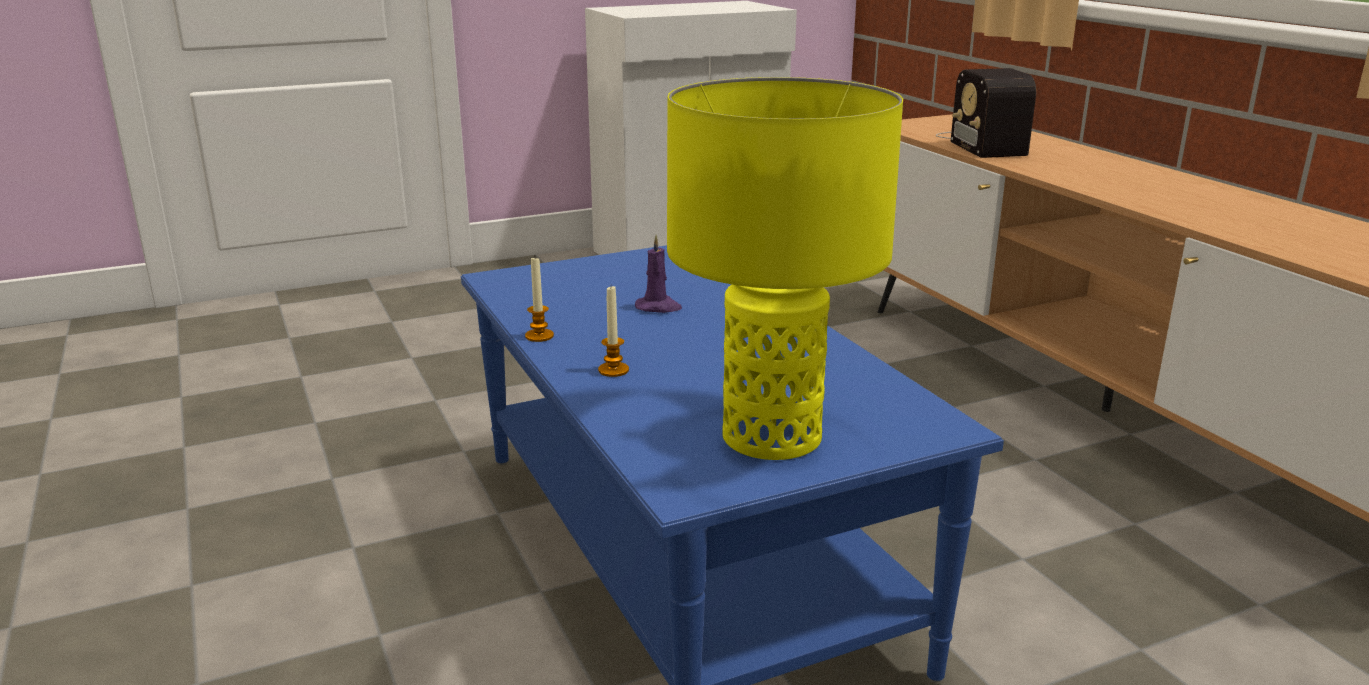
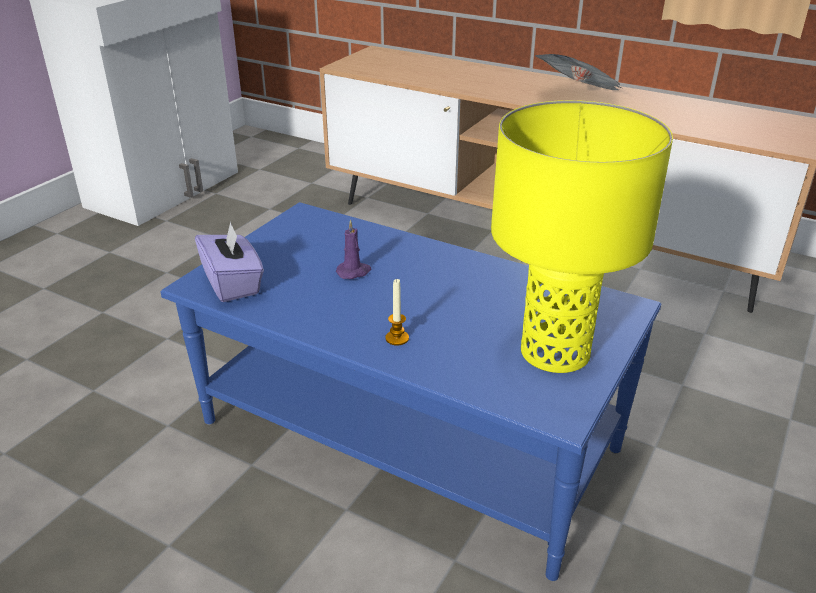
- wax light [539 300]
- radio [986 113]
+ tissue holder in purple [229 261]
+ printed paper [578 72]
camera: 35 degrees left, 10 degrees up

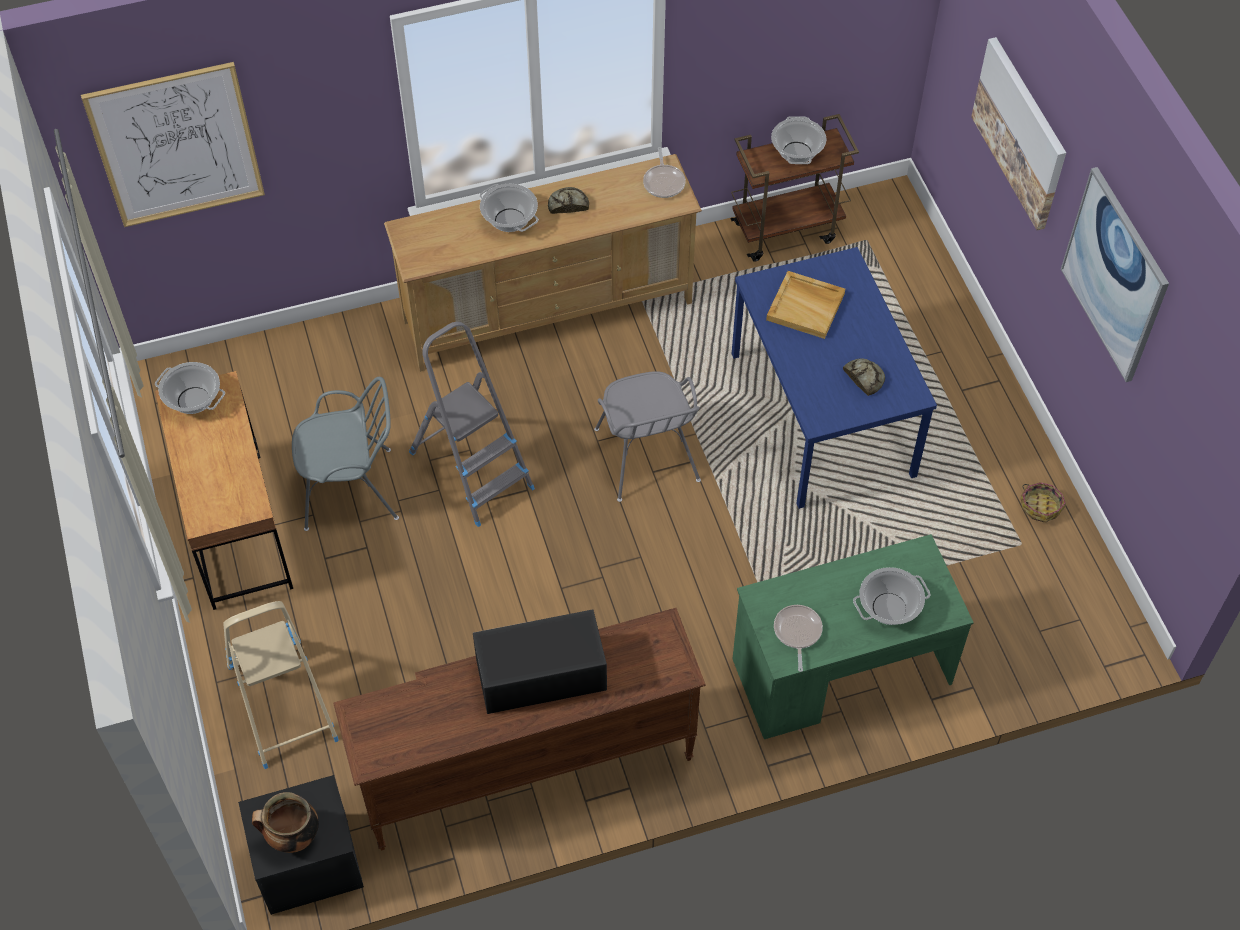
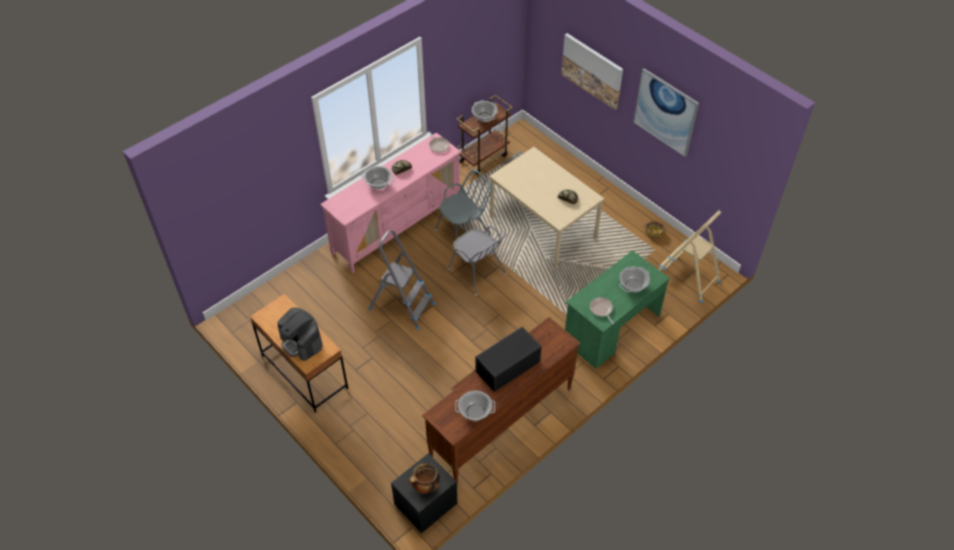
- wall picture [173 144]
- carrying tray in sand-coloured [805 305]
+ coffee maker [300 334]
~ stockpot [190 388] to [475 405]
~ stepladder in sand-coloured [281 685] to [689 256]
~ plain chair in greyish [345 454] to [463 212]
~ chest of drawers in brown-coloured [543 263] to chest of drawers in pinkish [391 203]
~ dining table in bluish [834 378] to dining table in sand-coloured [546 208]
camera: 25 degrees left, 5 degrees down

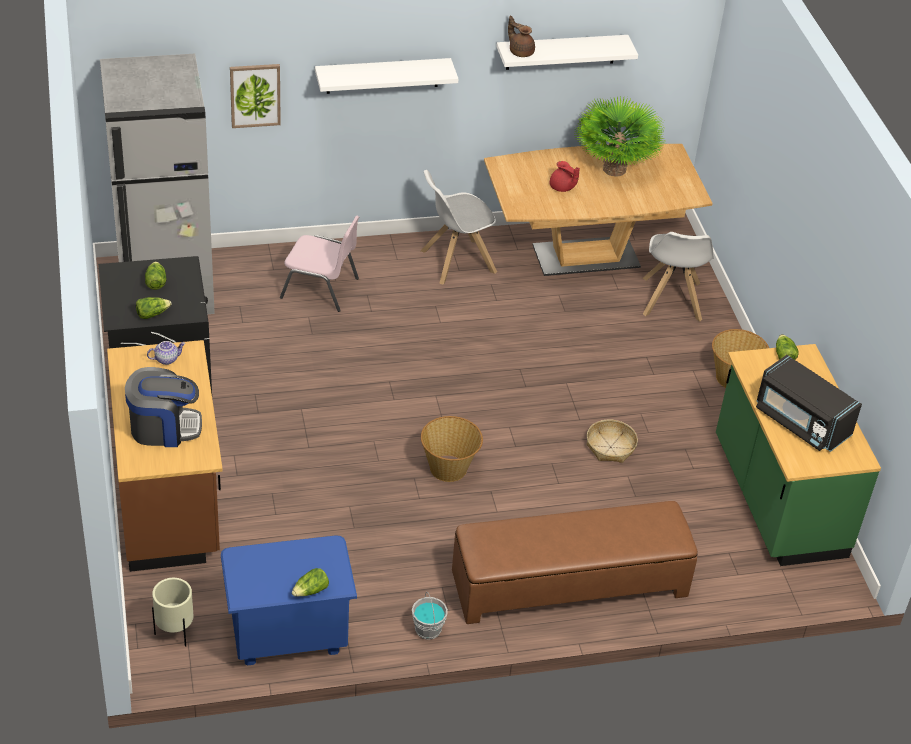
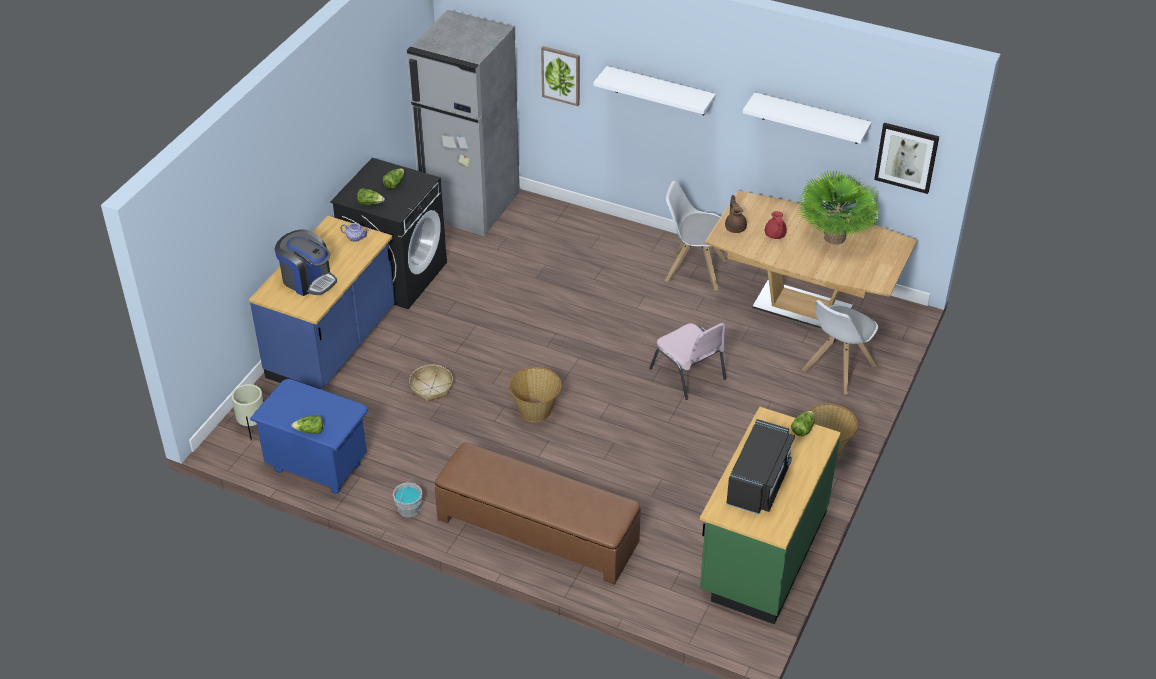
+ wall picture [906 158]
~ plain chair in pinkish [319 263] to [687 361]
~ pot for tea in brown-coloured [521 36] to [736 214]
~ basket [612 441] to [431 383]
~ kitchen counter in brown-coloured [165 456] to kitchen counter in bluish [322 302]
~ microwave oven in black-coloured [809 403] = [760 466] 150 degrees counterclockwise
camera: 40 degrees right, 0 degrees up

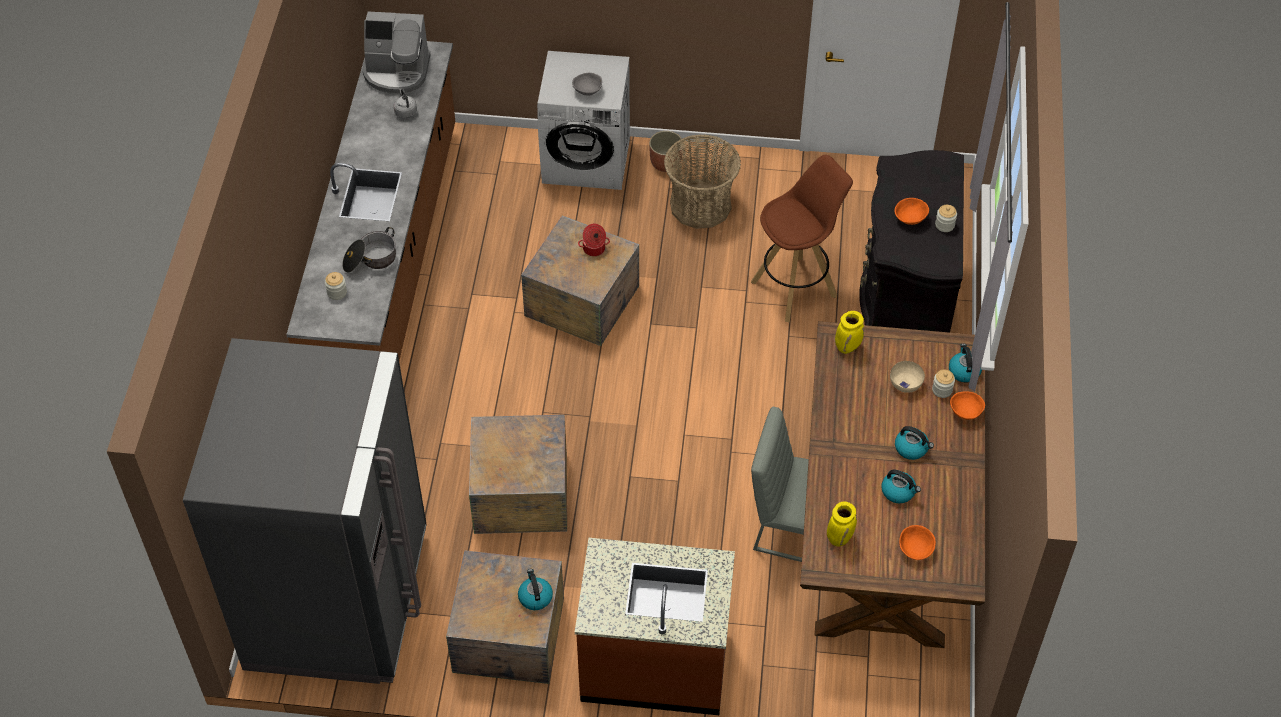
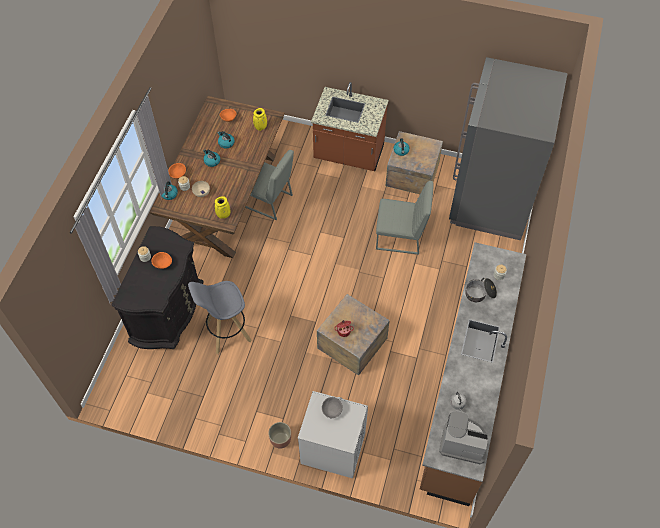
- basket [702 181]
~ crate [518 474] to plain chair in greyish [405 218]
~ stool seat in brown-coloured [802 238] to stool seat in greyish [219 317]
camera: 170 degrees left, 5 degrees up

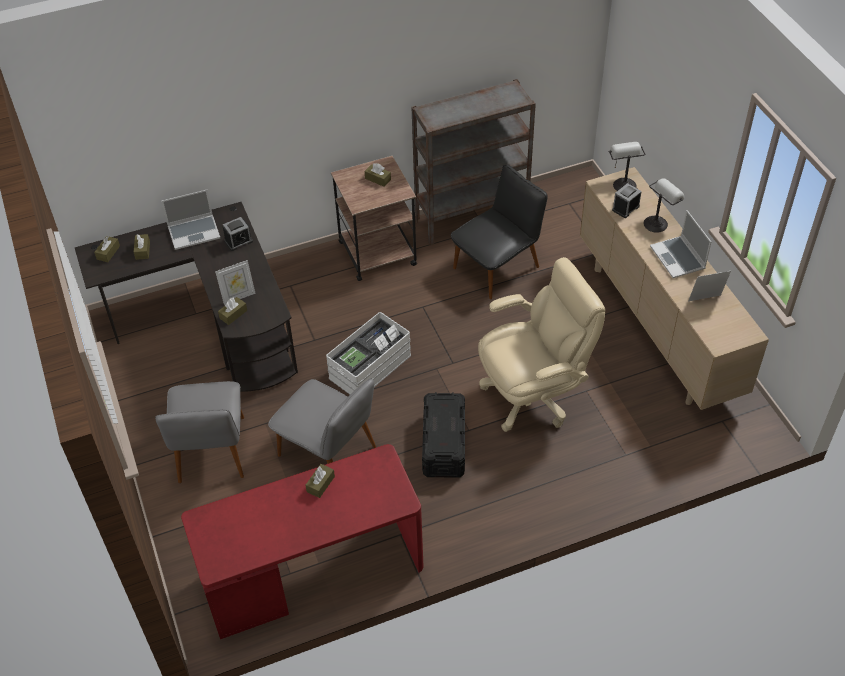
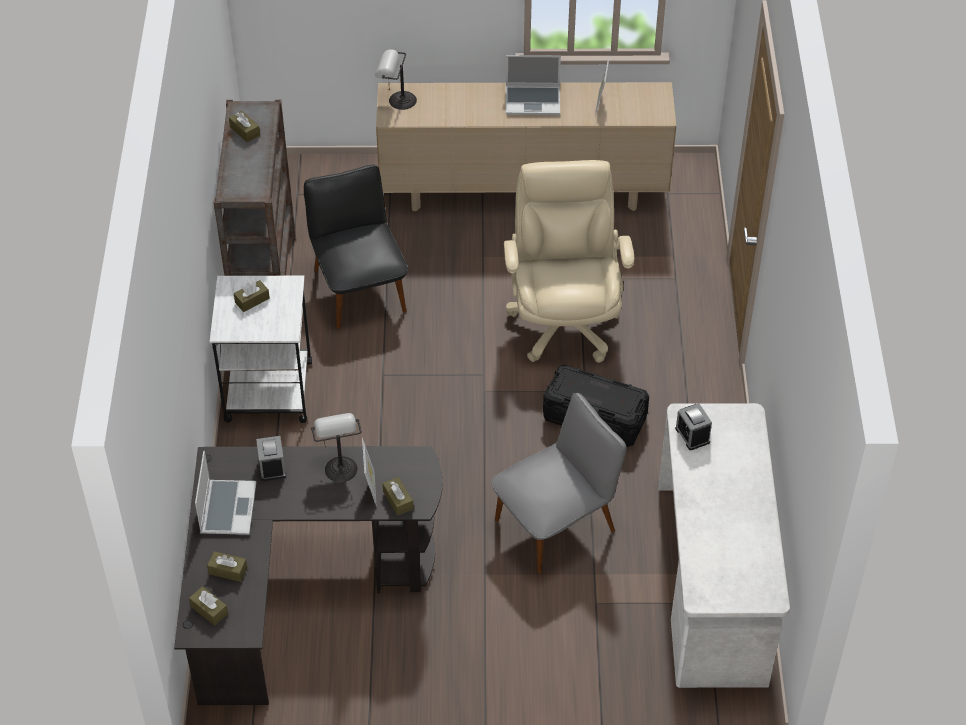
- plain chair in greyish [199 432]
- storage box in white [368 353]
~ tissue holder in brown-coloured [320 481] to [244 127]
~ bedside clock [627 200] to [693 426]
~ table lamp [664 205] to [336 447]
~ desk table in red-coloured [302 541] to desk table in white [724 545]
~ wheeled cart in brown-coloured [374 218] to wheeled cart in white [260 349]
camera: 70 degrees left, 0 degrees up

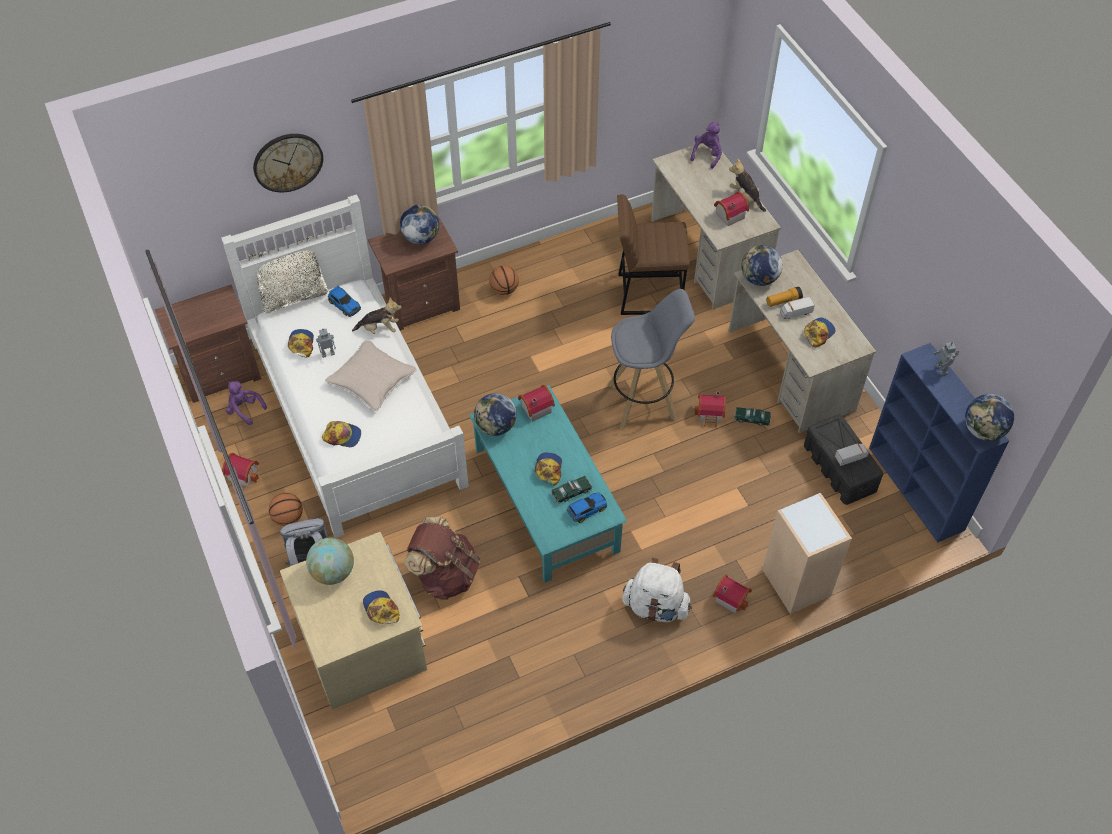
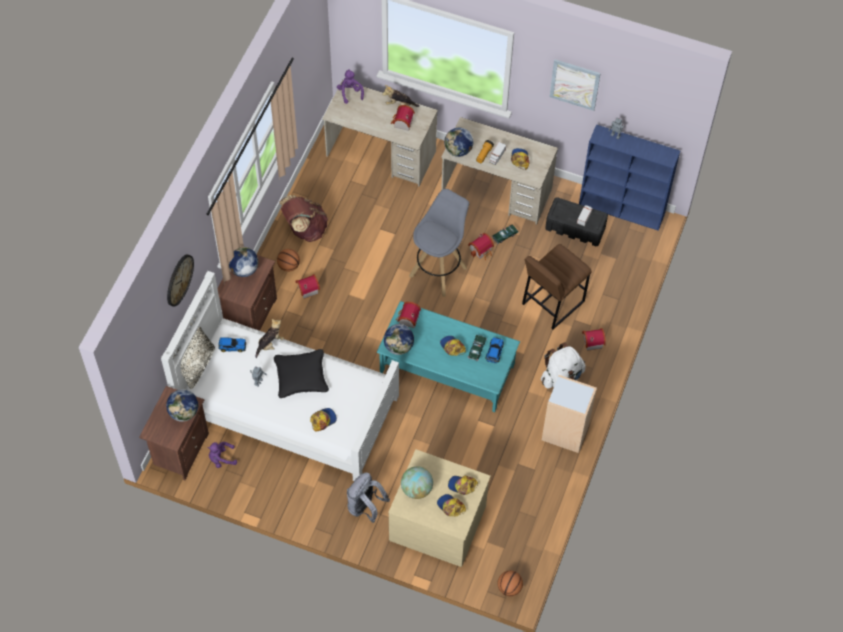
+ wall picture [575 85]
~ miniature house [240 470] to [308 286]
~ basketball [286 509] to [510 583]
~ cap [301 343] to [451 505]
~ rucksack in brown-coloured [442 558] to [303 218]
~ plain chair in brown-coloured [653 254] to [557 286]
~ bookshelf [807 553] to [569 414]
~ desk globe [989 417] to [182 405]
~ throw pillow in sand-coloured [371 375] to throw pillow in black-coloured [301 373]
camera: 45 degrees left, 5 degrees up

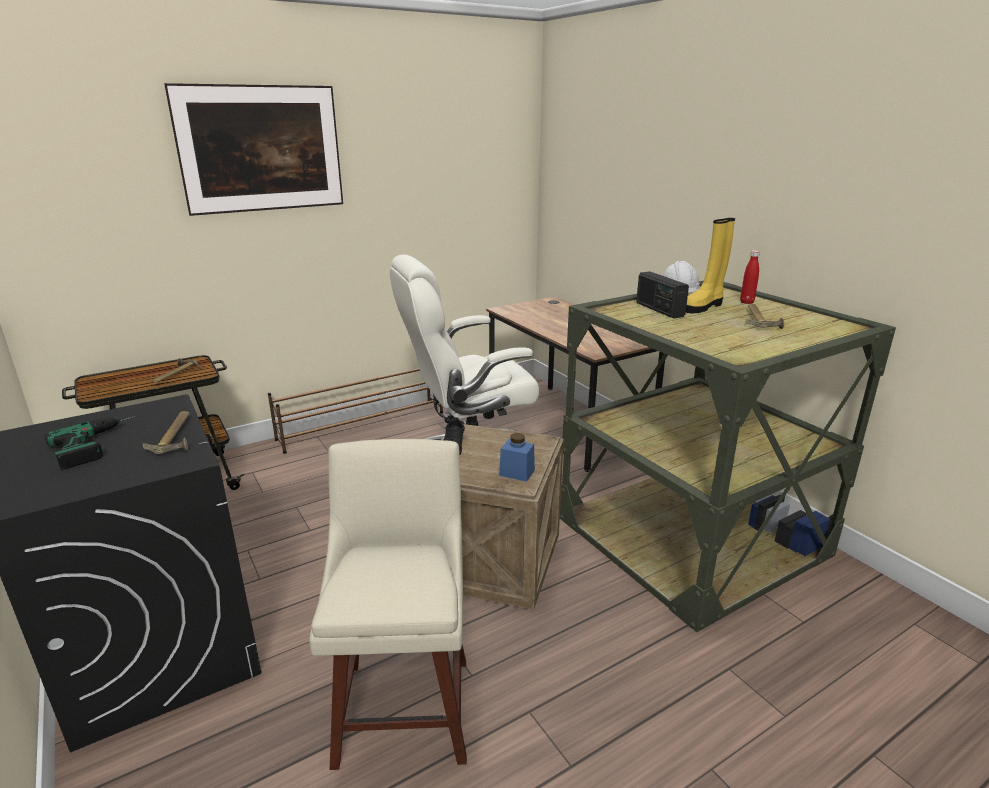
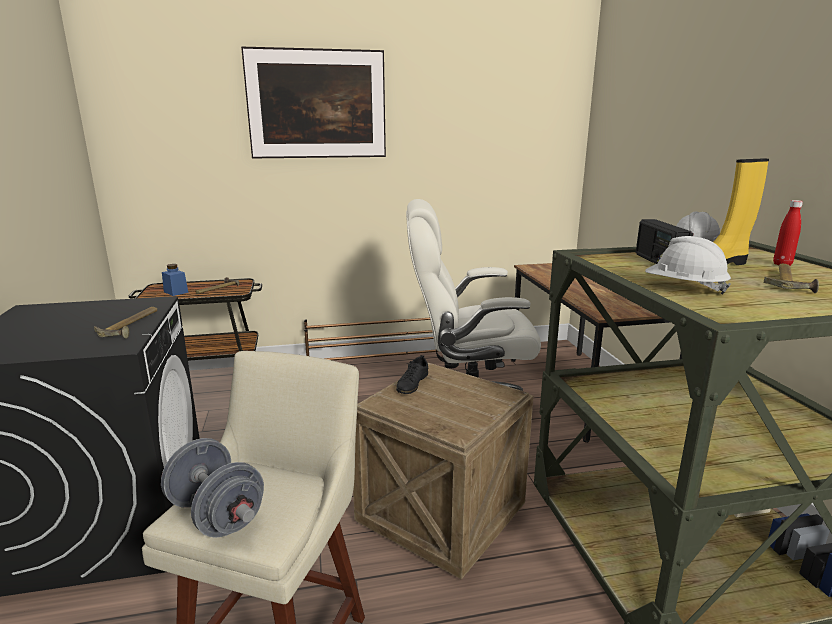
- power drill [89 443]
+ free weight in greyish [212 488]
+ hard hat in white [688 265]
~ storage jar in bluish [517 457] to [175 280]
camera: 20 degrees right, 5 degrees down

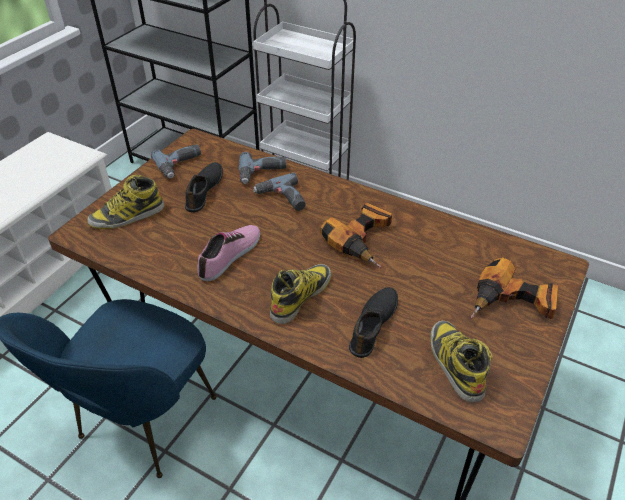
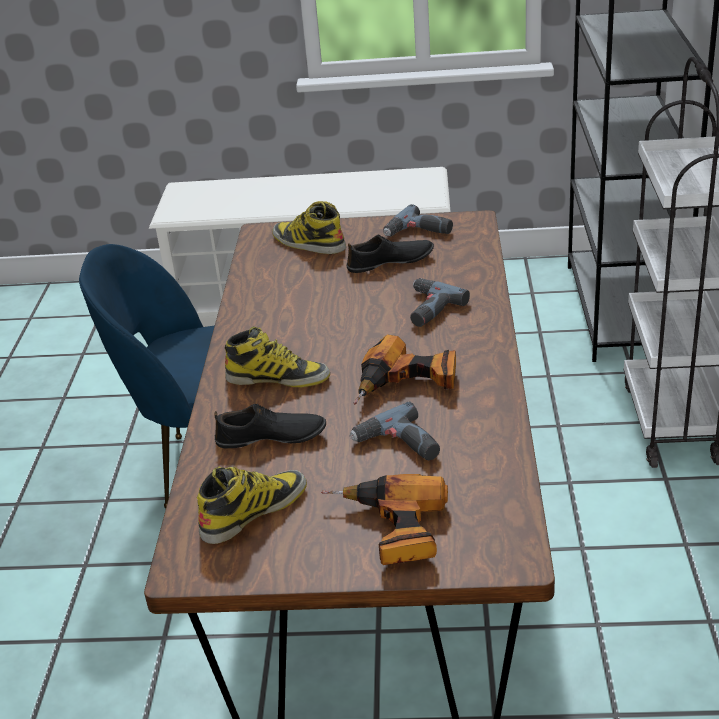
- item of footwear [228 253]
~ power drill [263 168] to [395 430]
camera: 65 degrees right, 10 degrees down

